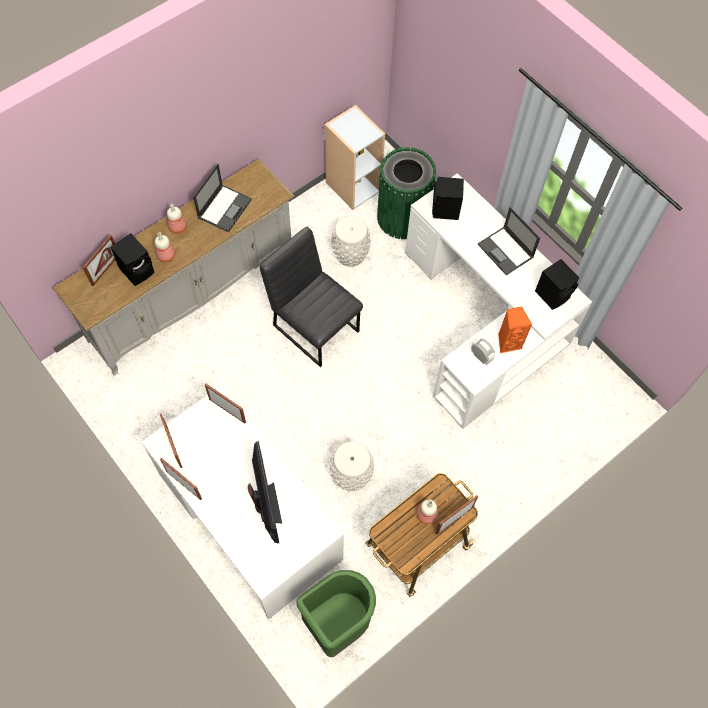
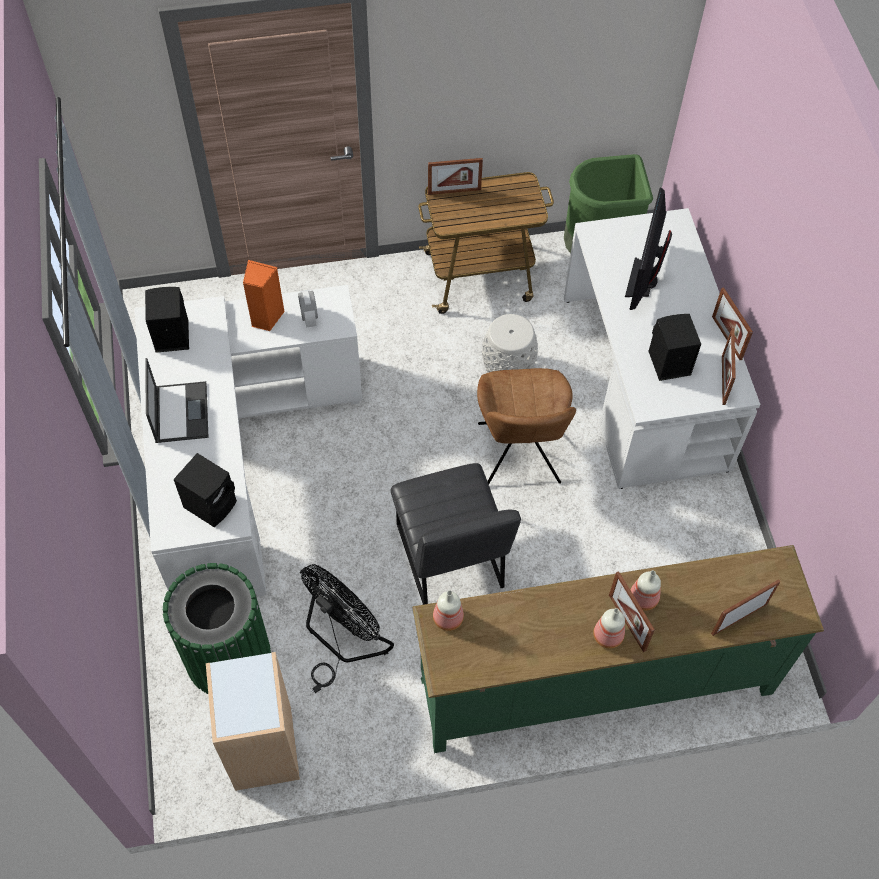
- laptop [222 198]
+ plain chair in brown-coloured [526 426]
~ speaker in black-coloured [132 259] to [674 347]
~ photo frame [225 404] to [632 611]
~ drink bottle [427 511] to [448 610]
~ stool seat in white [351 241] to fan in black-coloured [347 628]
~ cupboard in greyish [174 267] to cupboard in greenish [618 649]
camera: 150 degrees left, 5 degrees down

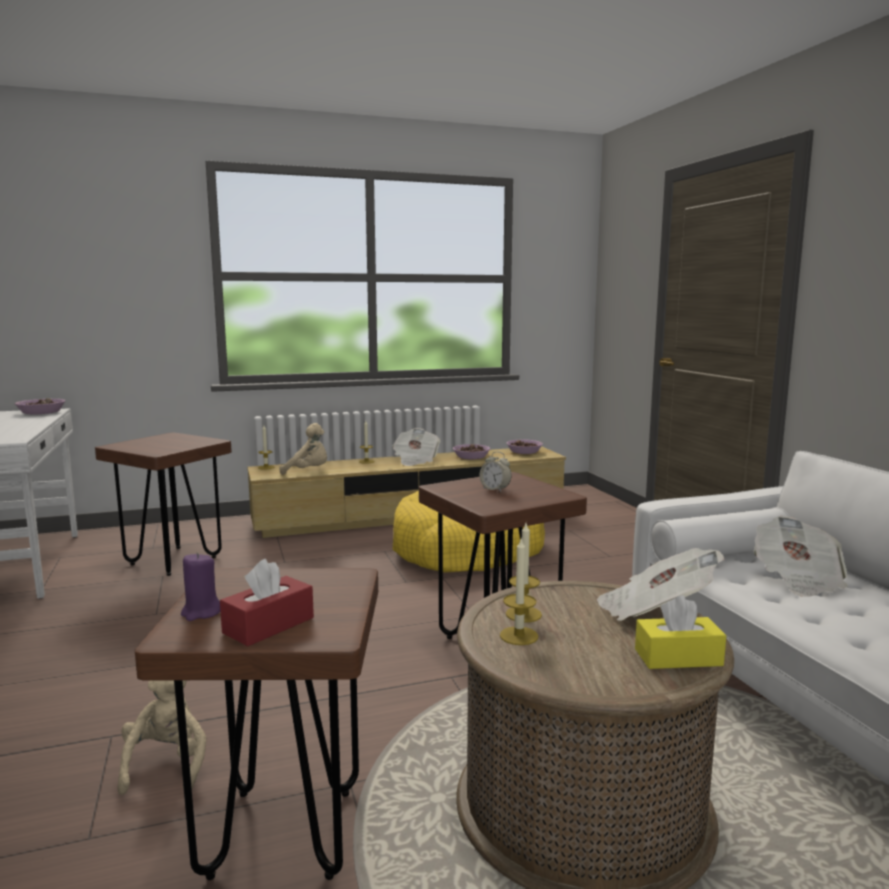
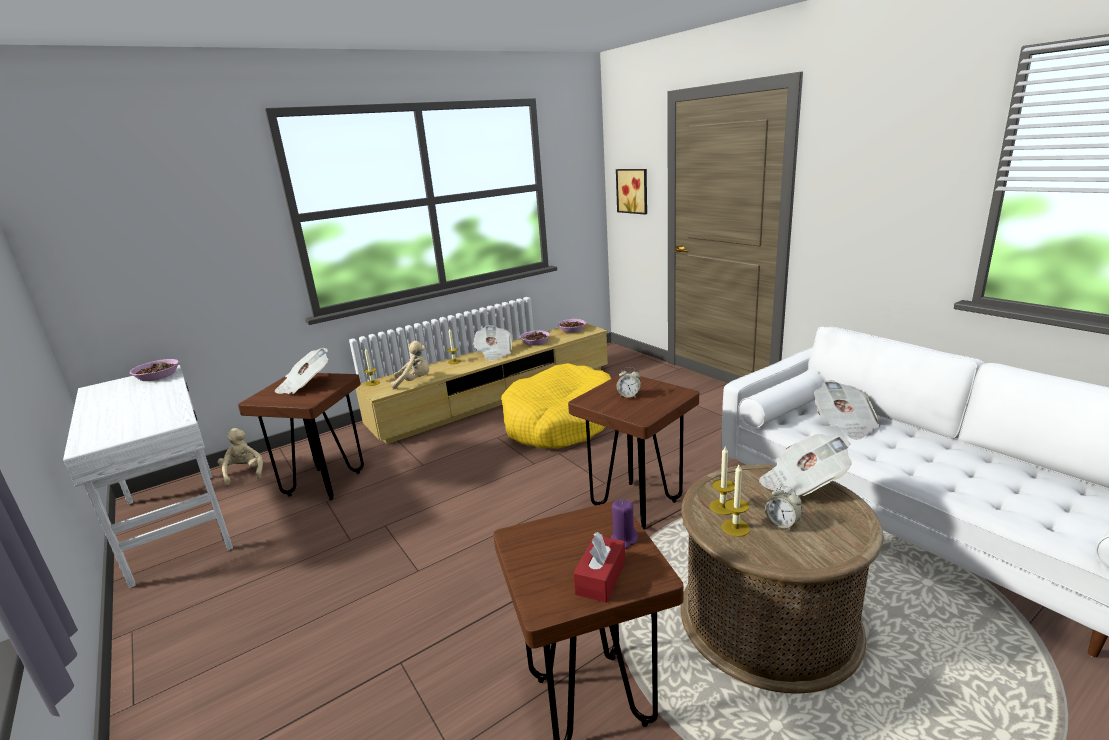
- tissue holder in yellowish [680 632]
+ printed paper [301 371]
+ wall picture [631 192]
+ bedside clock [783 508]
~ cuddly toy in sand-coloured [162 737] to [240 456]
~ wax light in purple [200 586] to [624 524]
camera: 15 degrees left, 10 degrees up

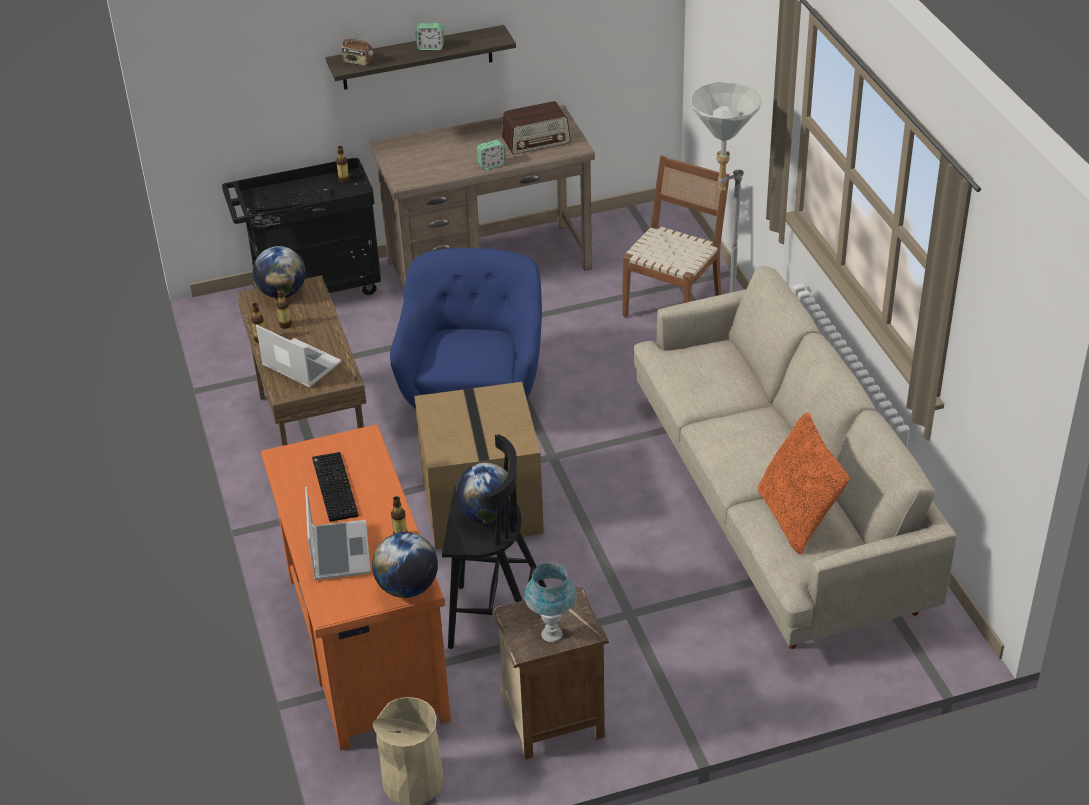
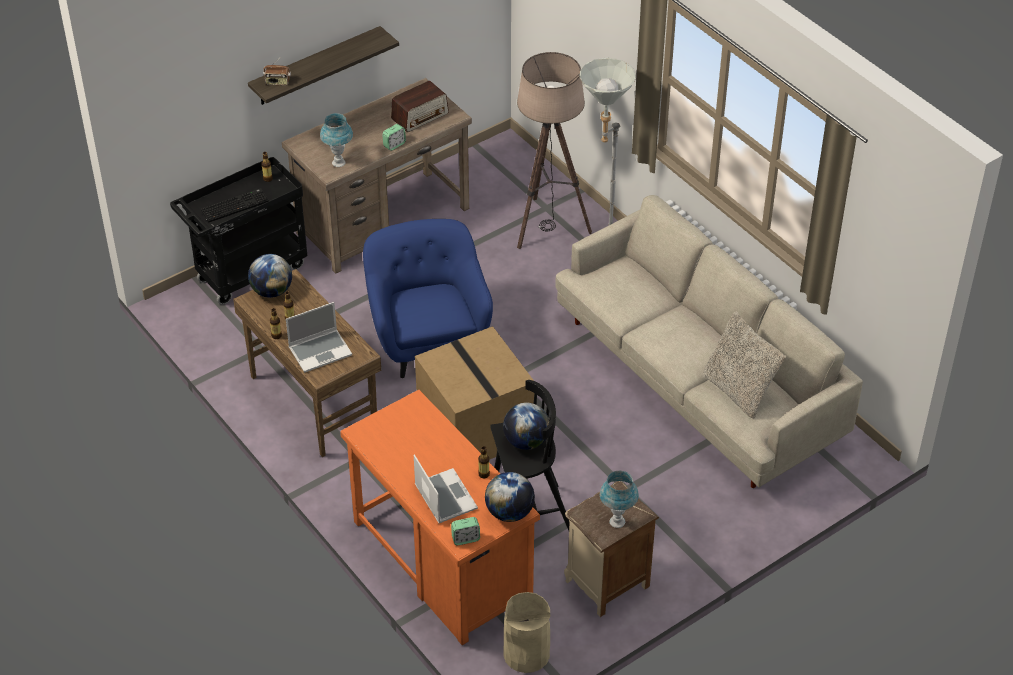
- computer keyboard [335 487]
+ table lamp in bluish [336 140]
~ bedside clock [430 36] to [465 531]
~ plain chair [676 236] to standard lamp [554 150]
~ throw pillow in orangey [804 483] to throw pillow in sand-coloured [744 365]
~ laptop [298 356] = [319 337] 135 degrees clockwise
camera: 20 degrees left, 5 degrees up

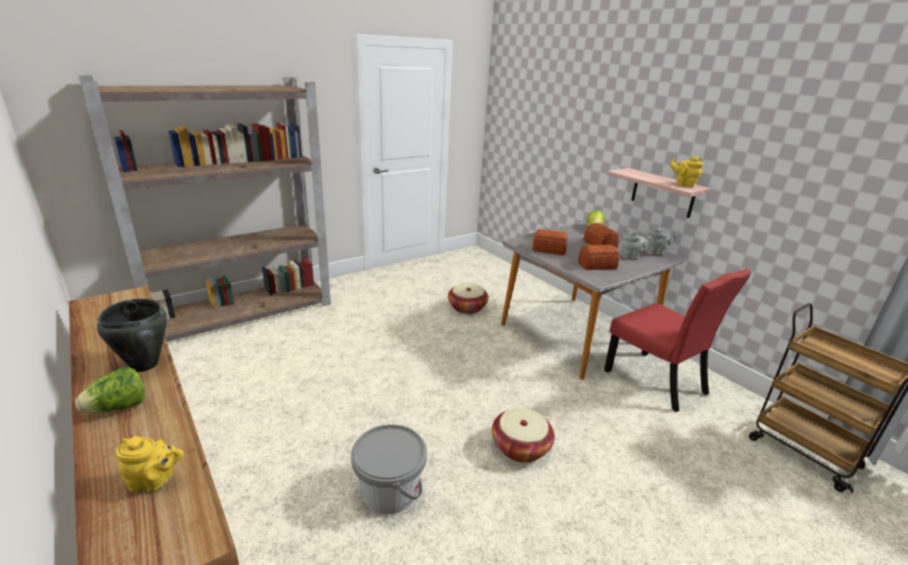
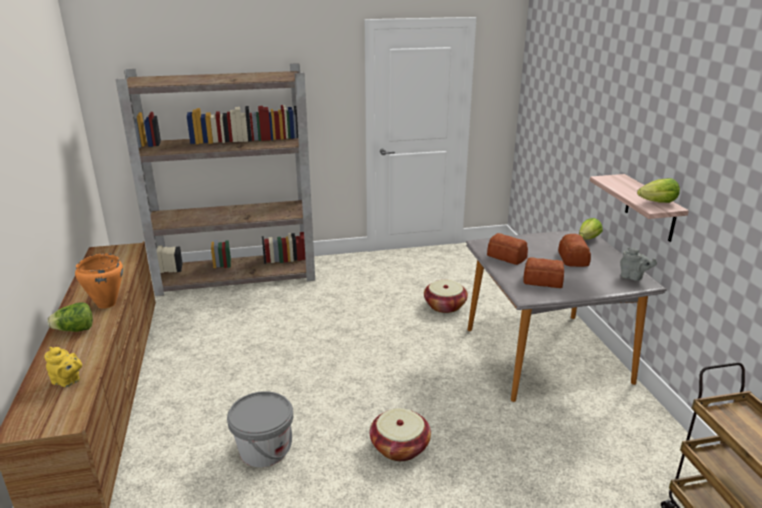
- plain chair in red-coloured [678 340]
- pot for tea in greyish [635 245]
~ pot for tea in yellowish [687 171] to lettuce [658 190]
~ stockpot in black-coloured [132 335] to stockpot in orangey [99 281]
camera: 25 degrees right, 0 degrees up

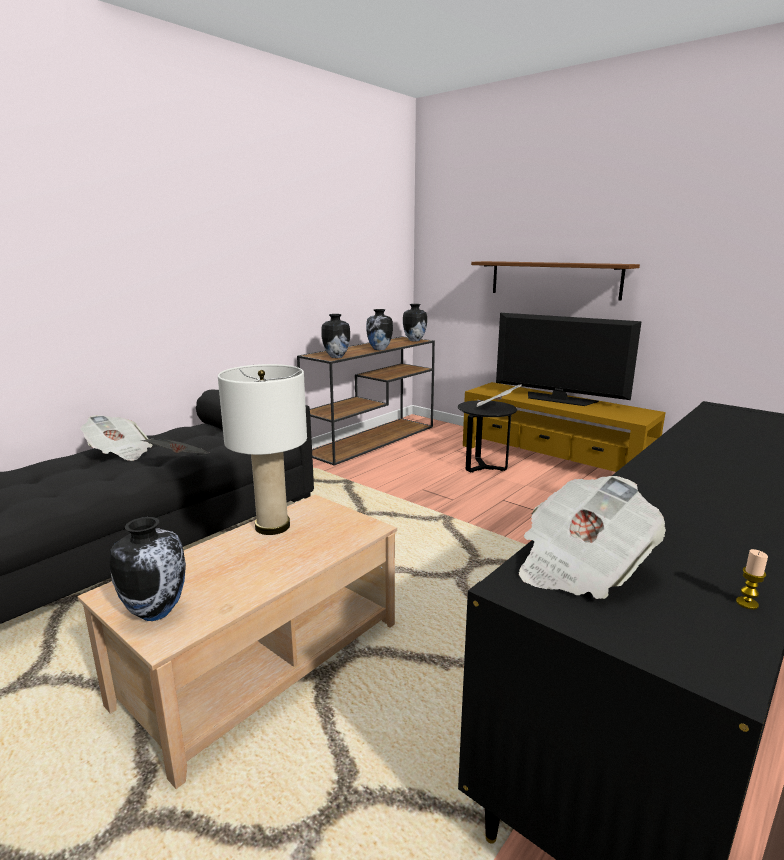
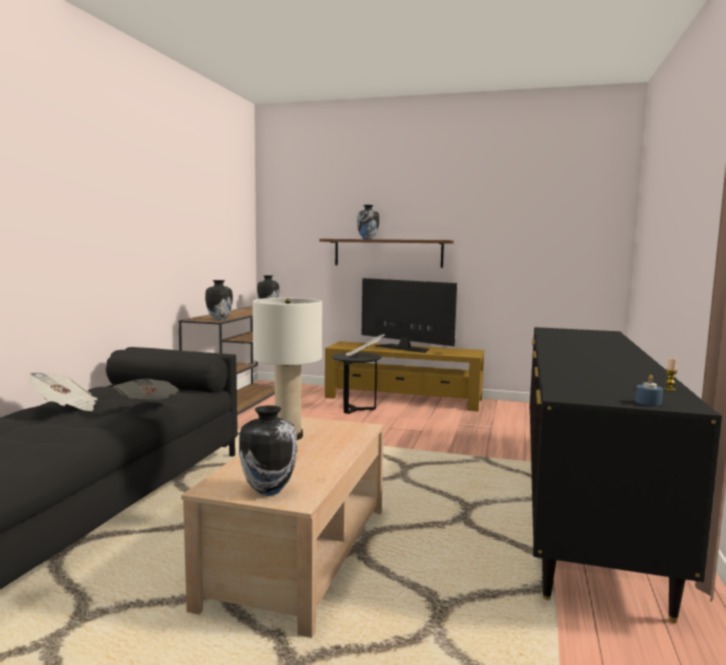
- printed paper [592 537]
+ wax light in bluish [649 390]
~ vase [379 329] to [368 222]
~ TV set [569 359] = [409 315] 150 degrees counterclockwise
camera: 25 degrees left, 10 degrees down

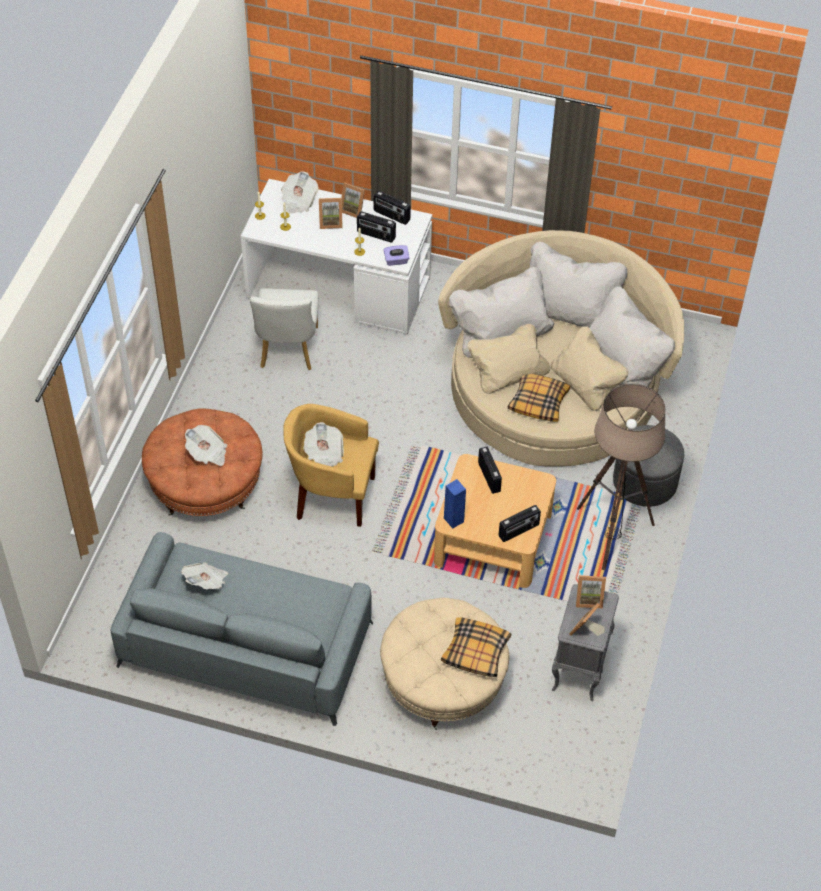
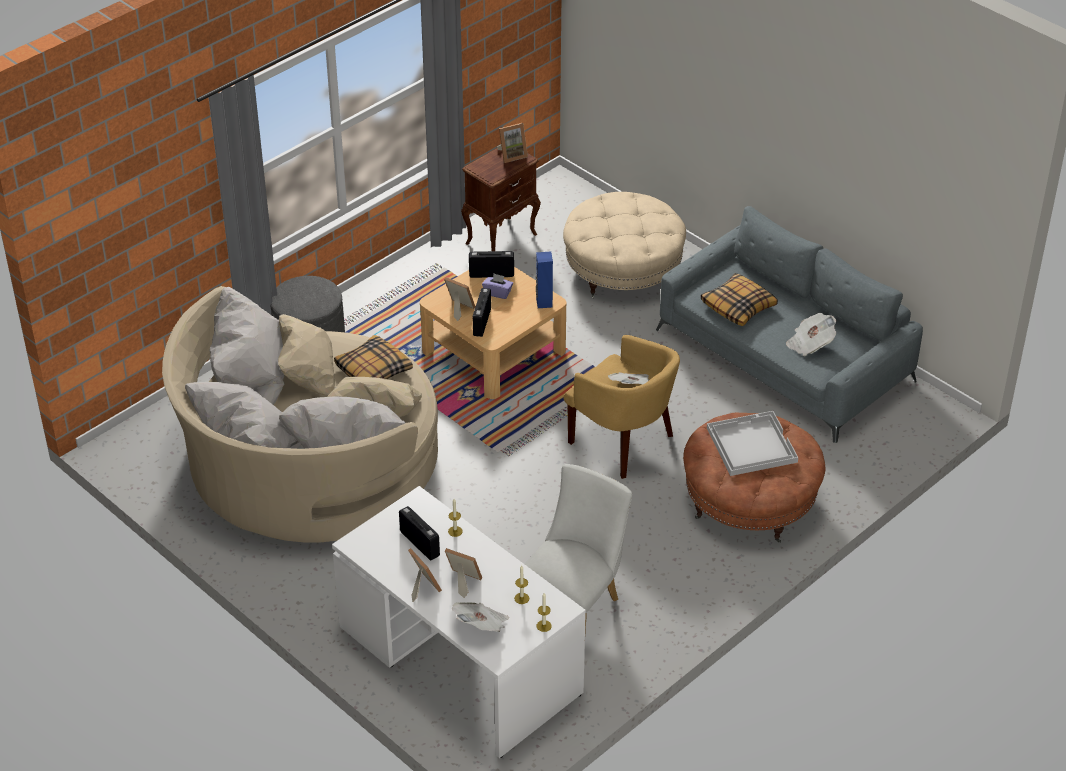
- radio [392 208]
- standard lamp [621 477]
~ tissue holder in purple [396 255] to [497 286]
~ throw pillow [476 647] to [739 299]
~ photo frame [591 592] to [460 299]
~ printed paper [206 445] to carrying tray in white [752 443]
~ bedside table in greyish [585 642] to bedside table in brown-coloured [501 199]
camera: 150 degrees left, 10 degrees down

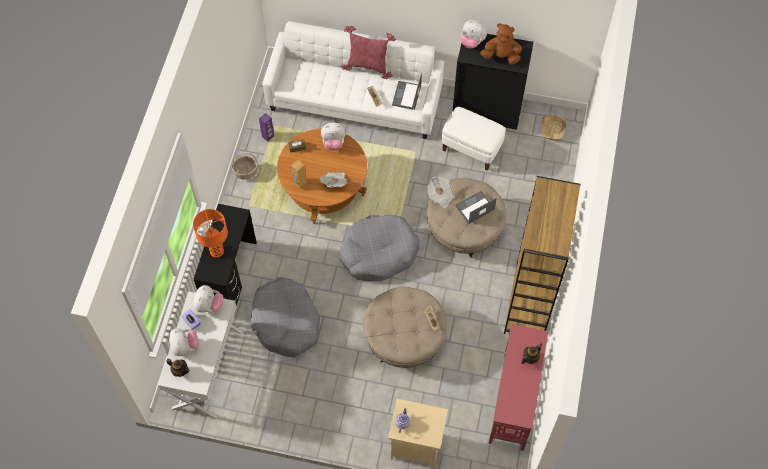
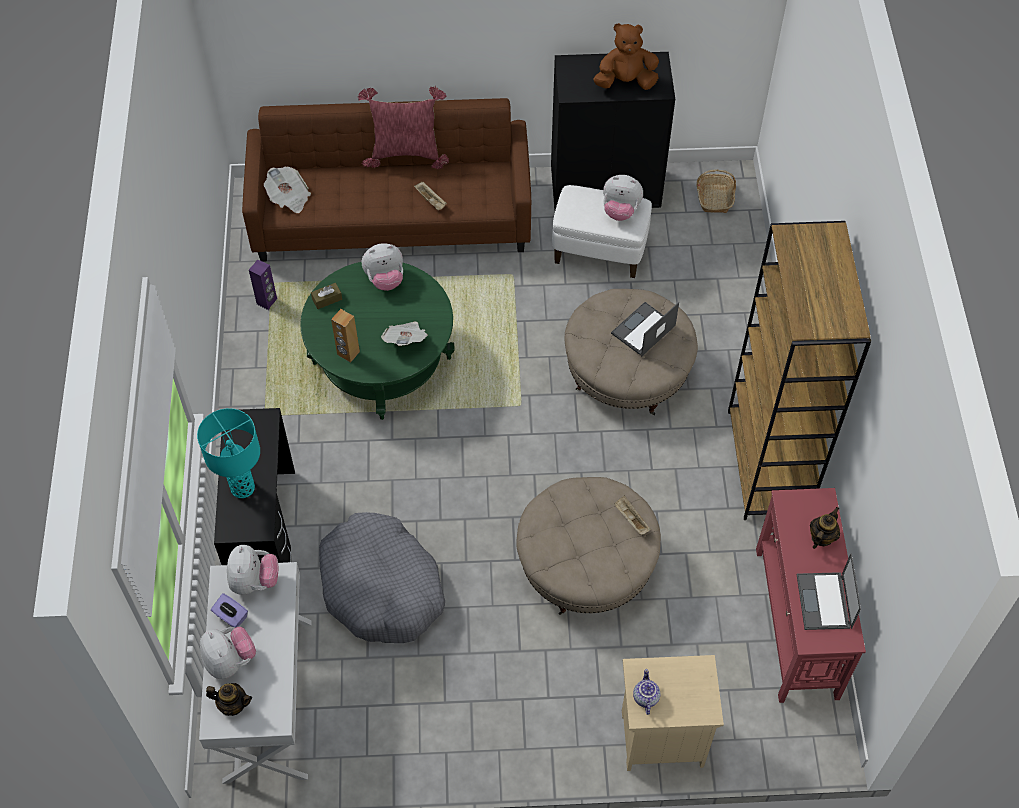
- basket [245 166]
- dog cushion in greyish [379 248]
~ laptop [407 91] to [829 591]
~ printed paper [441 192] to [287 190]
~ cuddly toy [473 34] to [623 198]
~ table lamp in orangey [210 233] to table lamp in turquoise-coloured [228 453]
~ sofa in white [353 80] to sofa in brown-coloured [386 180]
~ lounge table in brown-coloured [322 176] to lounge table in greenish [377 341]
camera: 15 degrees left, 5 degrees down

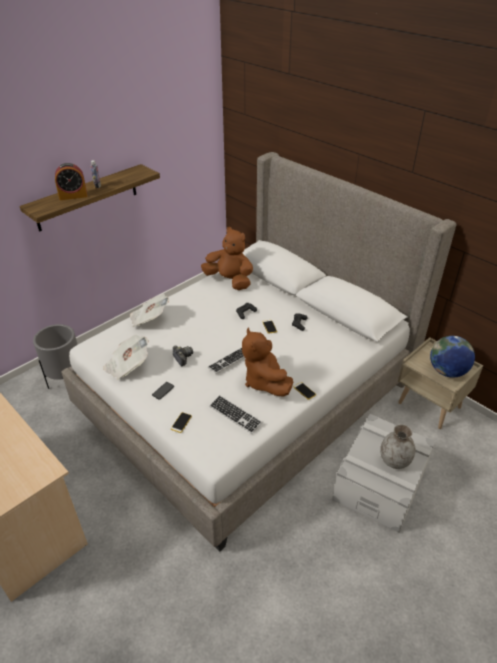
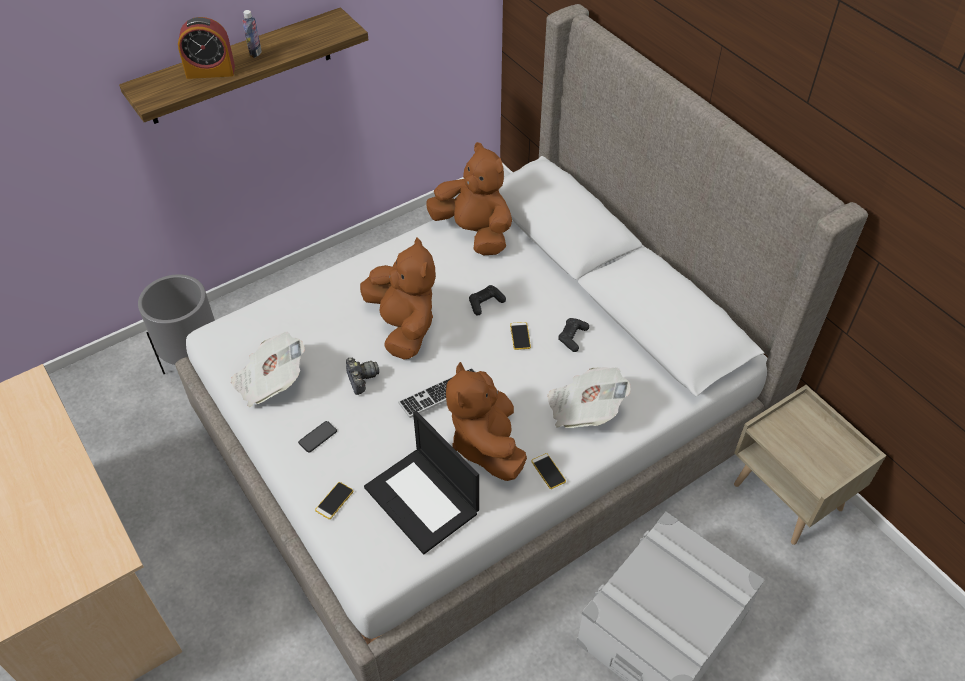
- vase in greyish [397 446]
- desk globe [452 357]
+ cuddly toy in brown-coloured [398 298]
~ printed paper [149 310] to [589 397]
~ computer keyboard [235 414] to laptop [421 482]
camera: 10 degrees right, 10 degrees up

